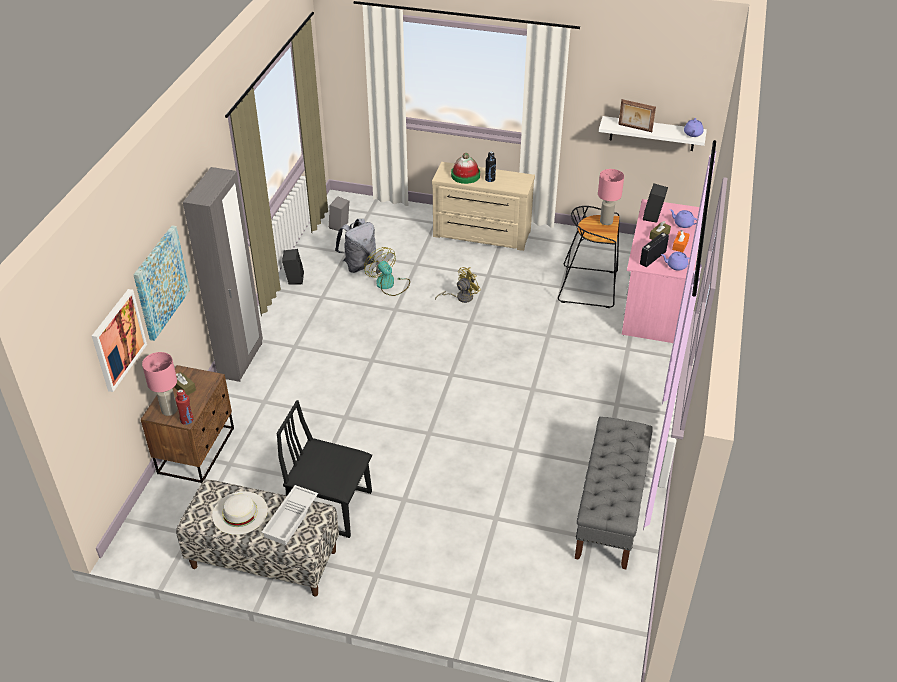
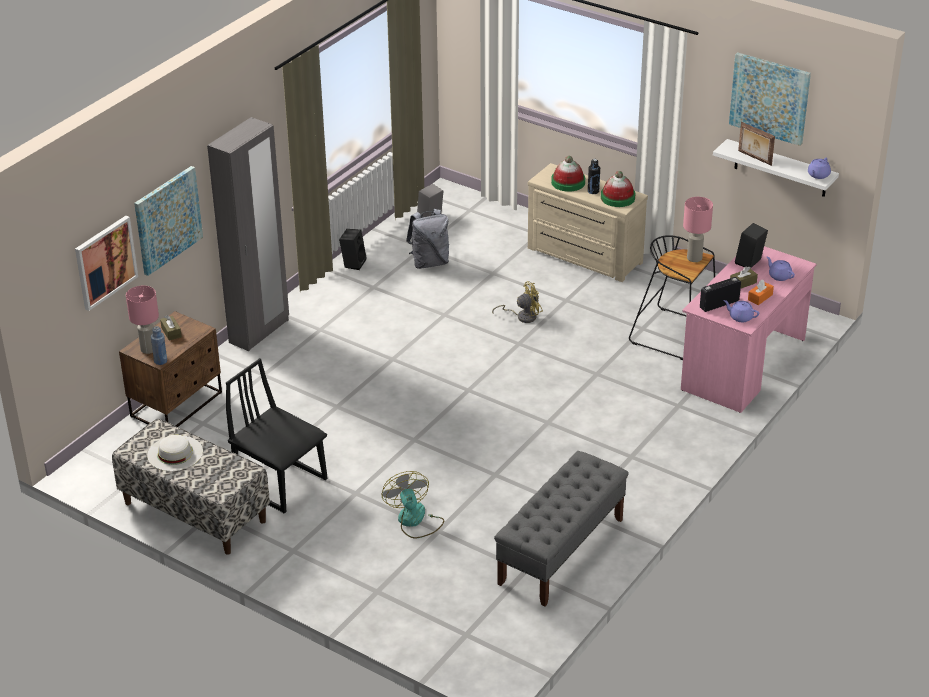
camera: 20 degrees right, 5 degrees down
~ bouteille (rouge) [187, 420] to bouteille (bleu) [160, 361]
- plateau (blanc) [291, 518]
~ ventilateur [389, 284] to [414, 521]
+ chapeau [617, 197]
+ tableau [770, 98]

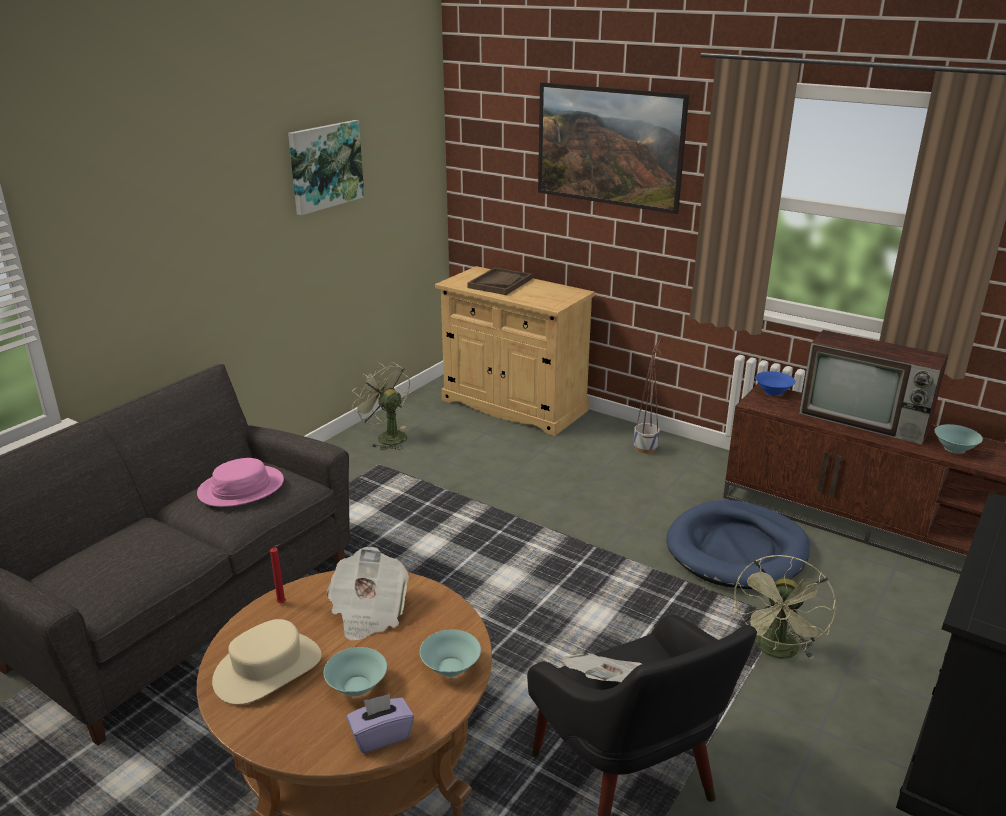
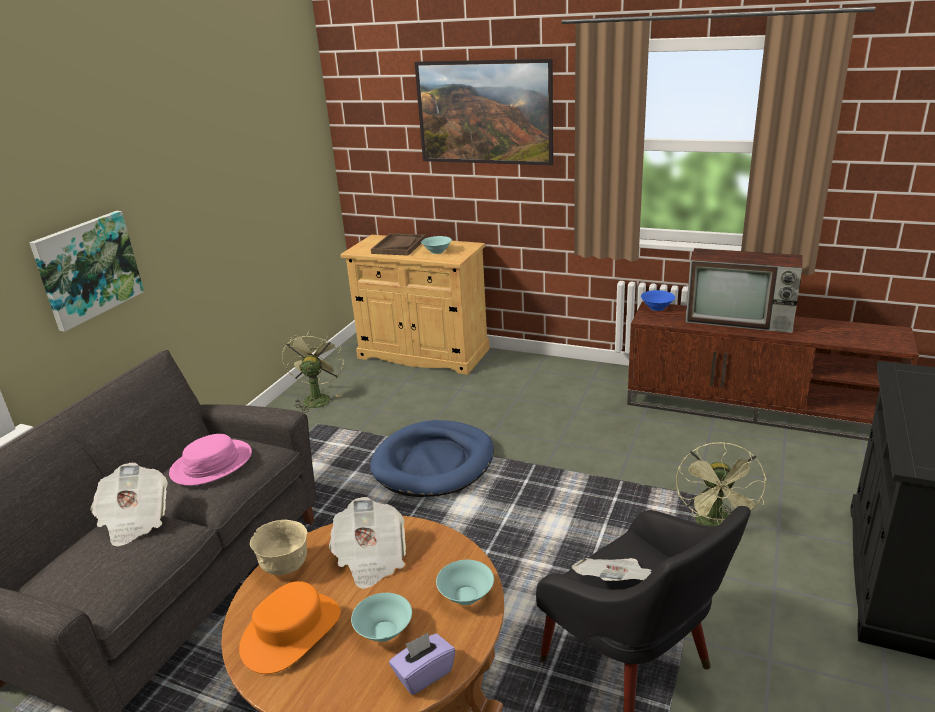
camera: 10 degrees left, 0 degrees up
~ chapeau (beige) [268, 669] to chapeau (orange) [291, 632]
~ bougie (rouge) [282, 603] to bol (beige) [285, 566]
~ tableau [325, 166] to [88, 268]
~ ventilateur (vert) [386, 437] = [317, 398] 60 degrees clockwise
- cache-pot [645, 448]
~ panier pour chien (bleu) [737, 550] to [434, 463]
~ bol (turquoise) [954, 449] to [437, 251]
+ journal [134, 520]

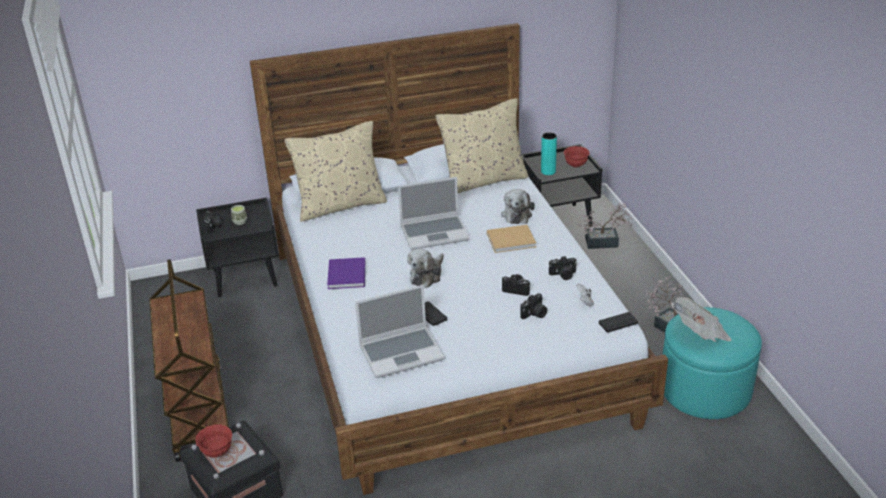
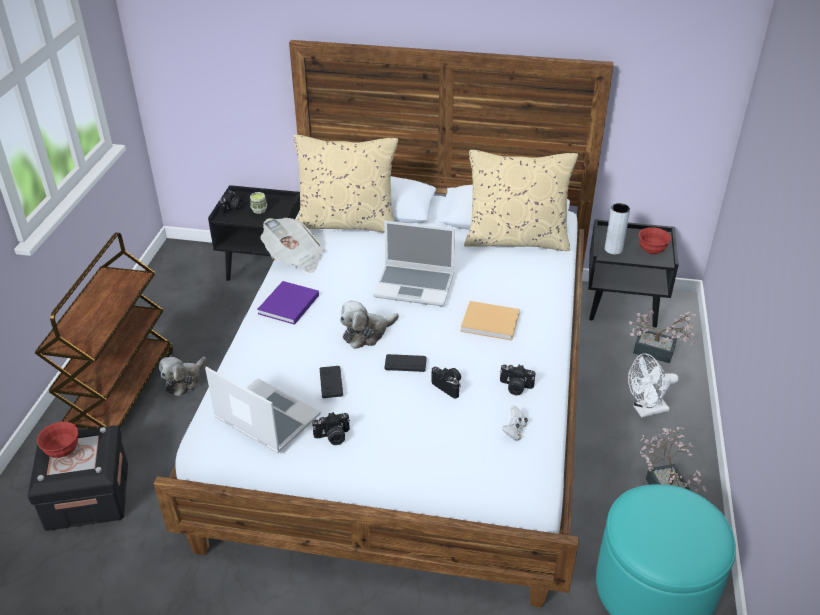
camera: 25 degrees right, 5 degrees up
~ ordinateur portable [402, 352] = [265, 418] 150 degrees counterclockwise
~ peluche [516, 214] to [184, 381]
~ appareil photo [534, 314] to [333, 437]
~ vase (turquoise) [548, 171] to vase (gris) [613, 249]
~ manette (noir) [618, 323] to [405, 364]
~ journal [699, 333] to [294, 258]
+ ventilateur (blanc) [645, 410]

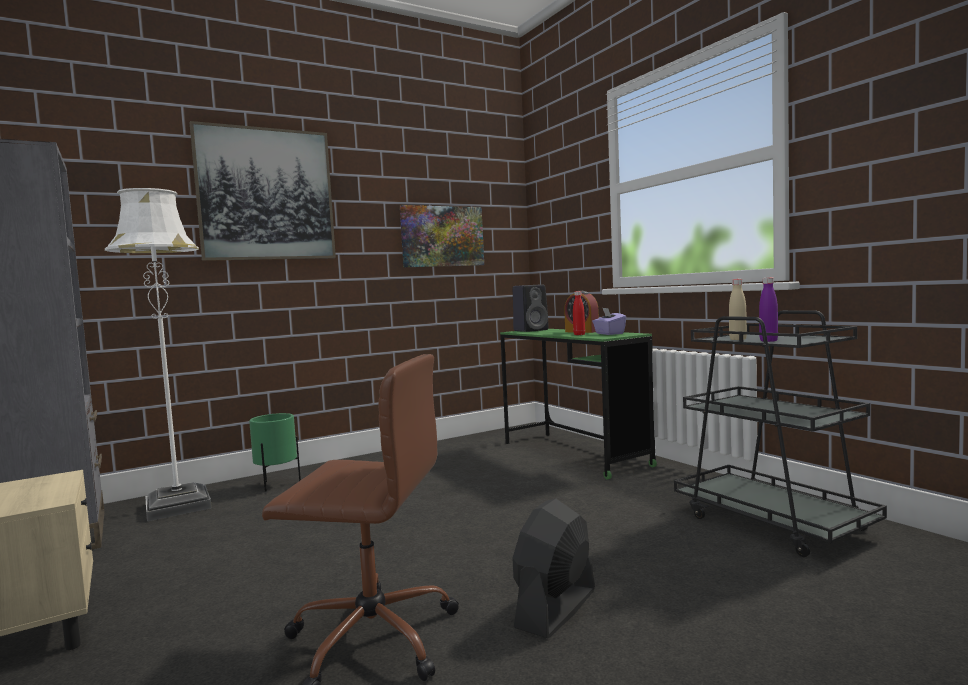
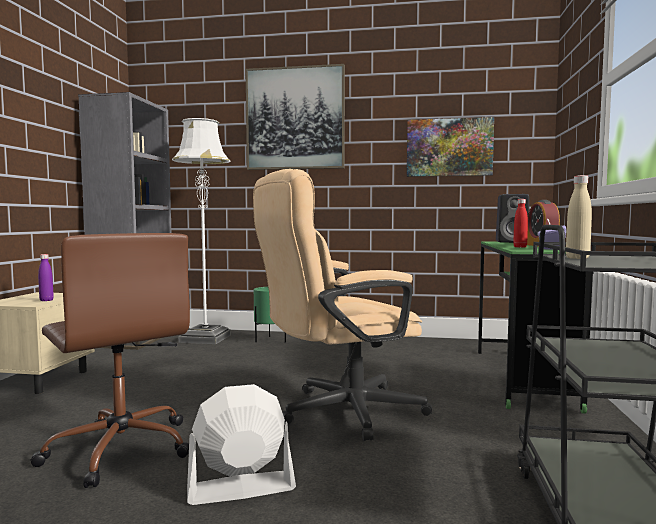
camera: 40 degrees right, 0 degrees up
~ ventilateur (noir) [556, 608] to ventilateur (blanc) [241, 488]
~ bouteille (violet) [768, 341] to [46, 300]
+ chaise de bureau (beige) [339, 412]

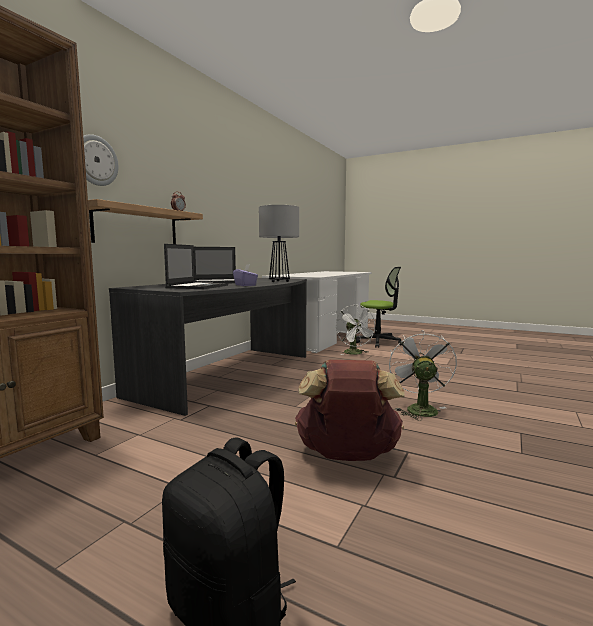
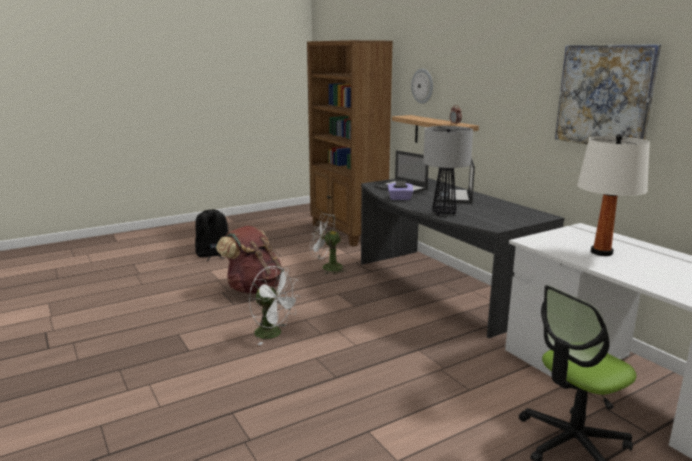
camera: 120 degrees right, 10 degrees up
~ ventilateur (blanc) [355, 353] to [327, 267]
+ tableau [604, 96]
+ lampe de table (blanc) [601, 252]

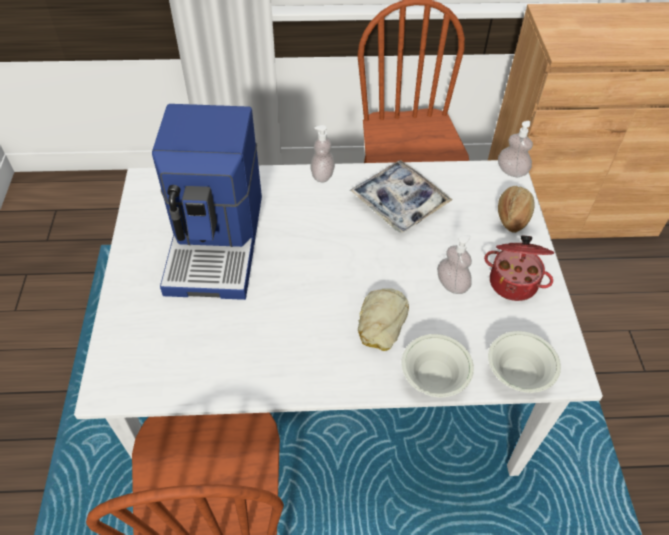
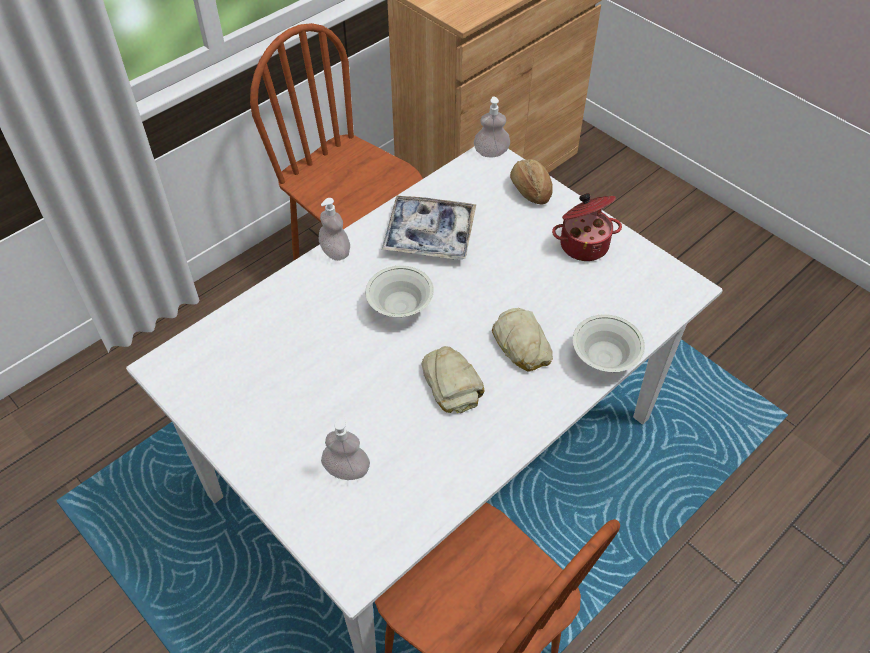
camera: 40 degrees left, 0 degrees up
- machine à café [217, 242]
~ distributeur de savon [452, 284] to [346, 470]
~ bol (blanc) [518, 374] to [400, 307]
+ pain [452, 383]

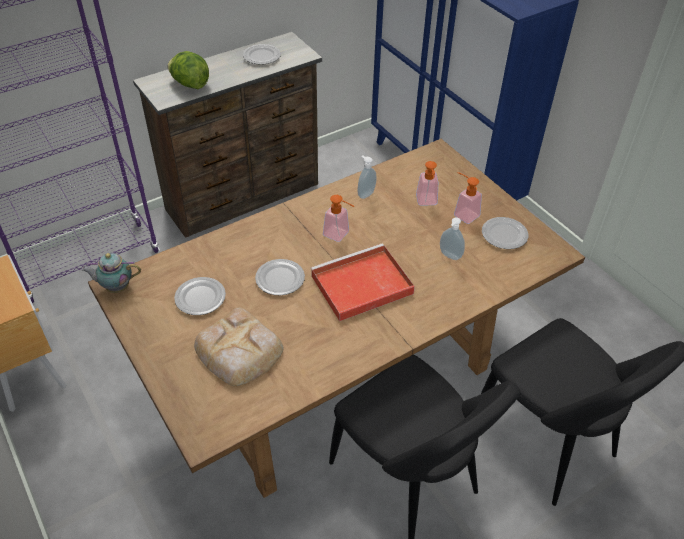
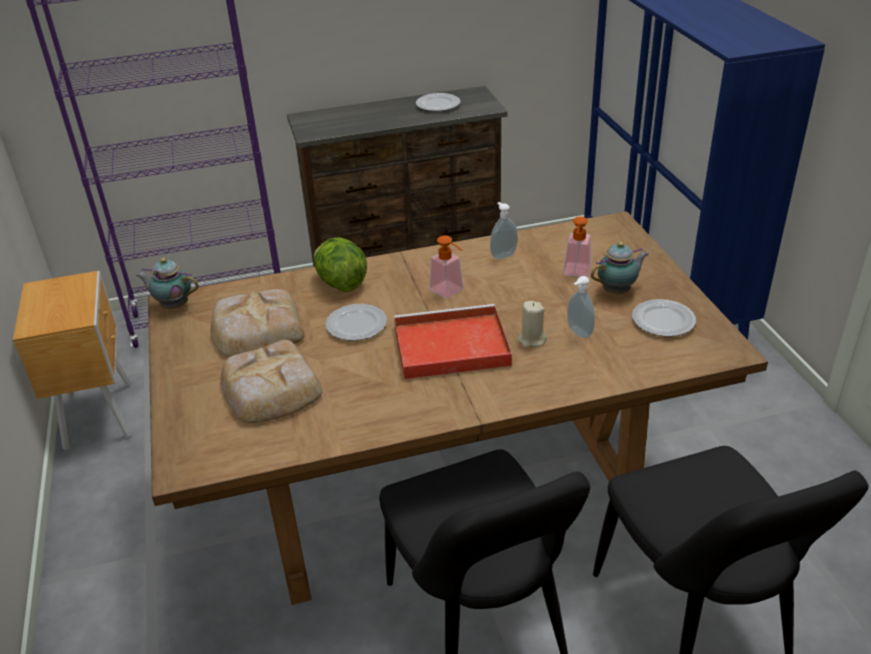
camera: 20 degrees right, 10 degrees down
~ laitue [190, 84] to [341, 283]
~ assiette [200, 298] to pain [256, 329]
~ distributeur de savon [463, 213] to théière [618, 291]
+ bougie (beige) [531, 340]

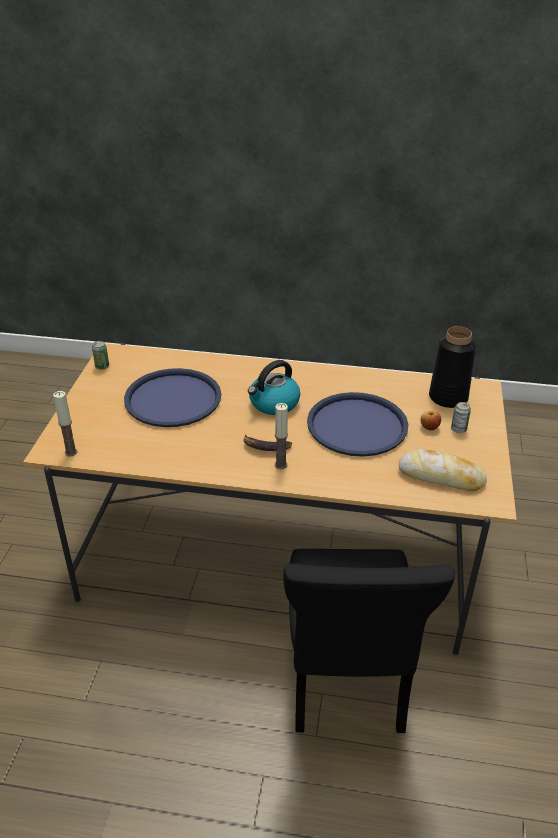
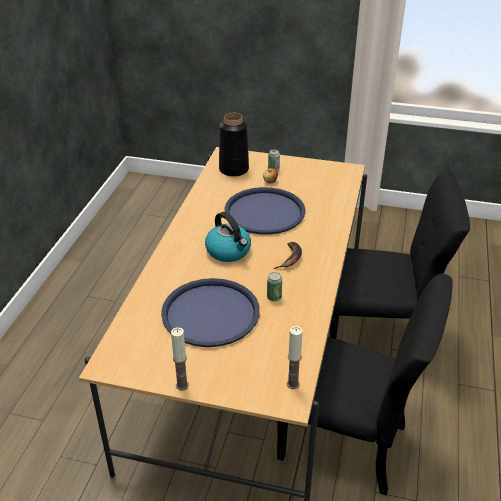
camera: 85 degrees left, 0 degrees up
~ boîte métallique [102, 366] to [274, 297]
~ bougie [281, 465] to [182, 385]
- pain [441, 476]
+ chaise (noir) [348, 444]

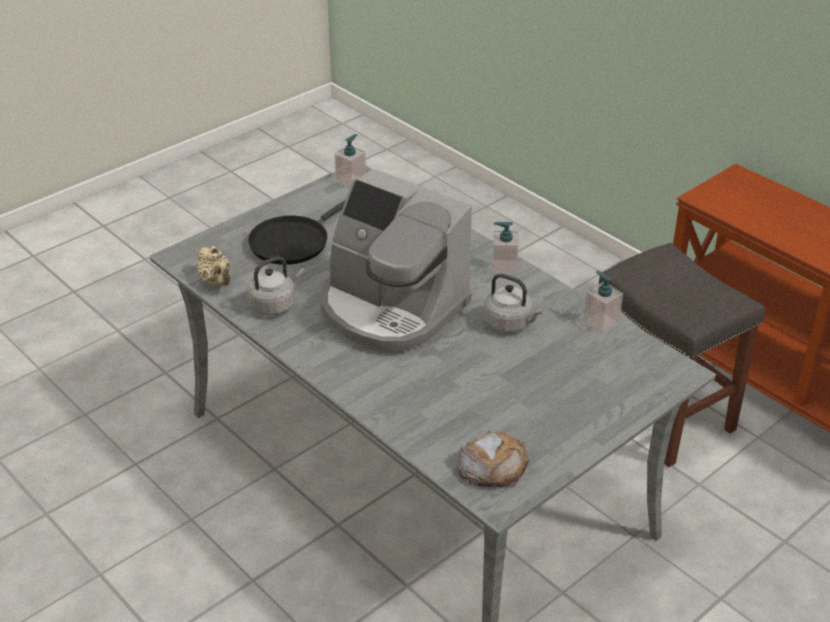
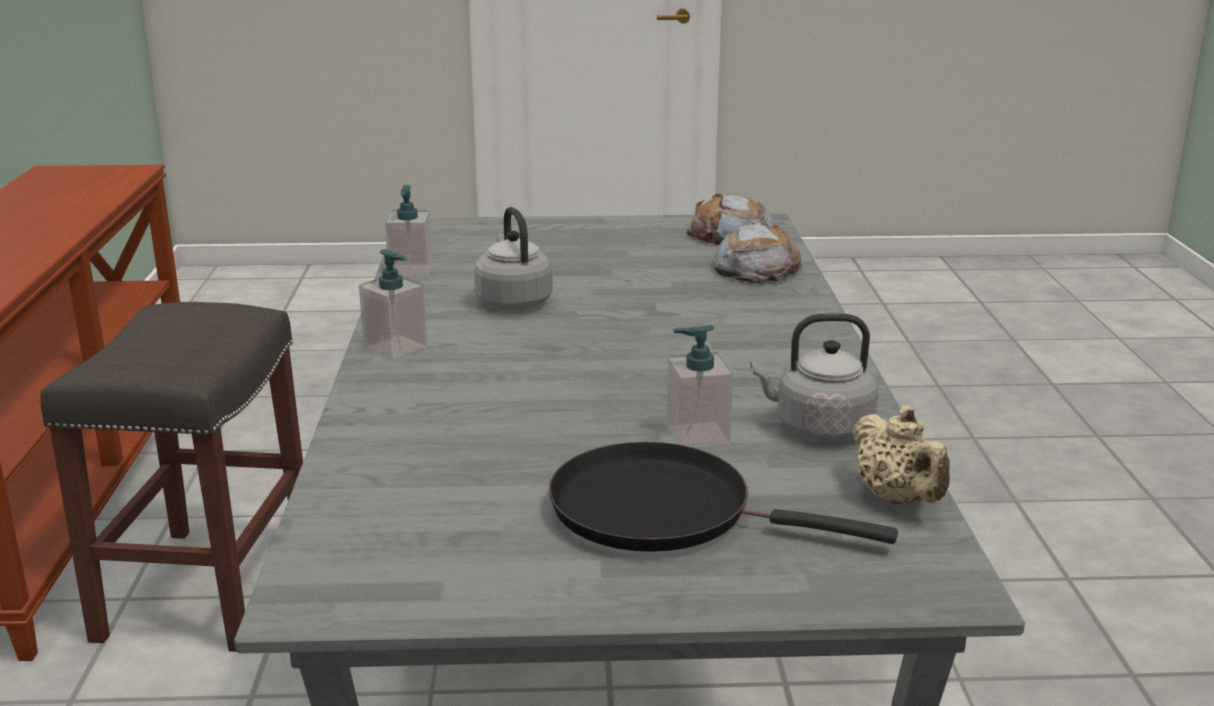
camera: 140 degrees left, 15 degrees down
~ théière (beige) [217, 282] = [897, 499] 150 degrees clockwise
~ poêle (noir) [292, 242] = [664, 510] 150 degrees counterclockwise
- machine à café [390, 309]
~ distributeur de savon [351, 180] to [697, 435]
+ pain [756, 268]

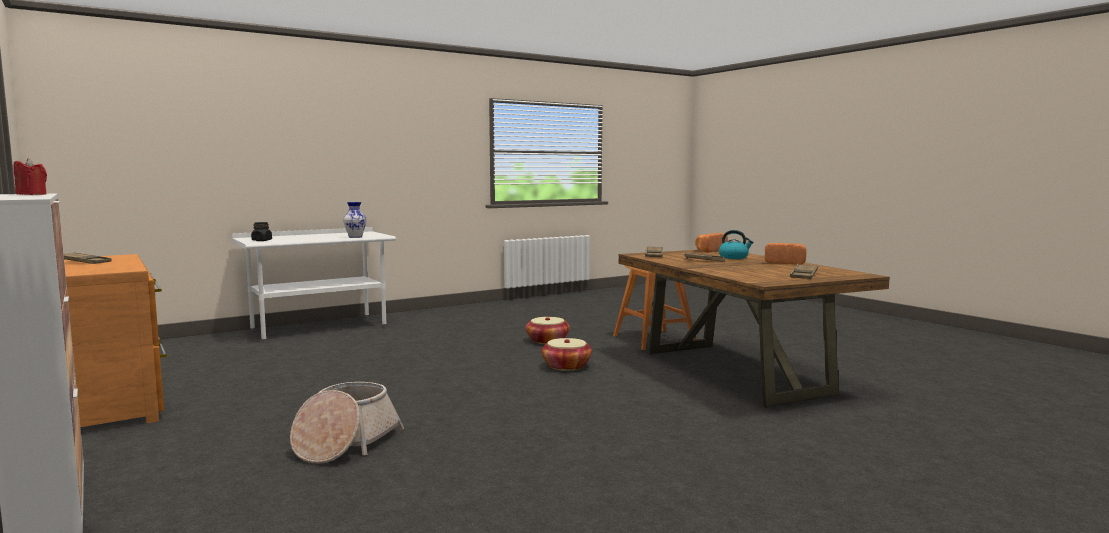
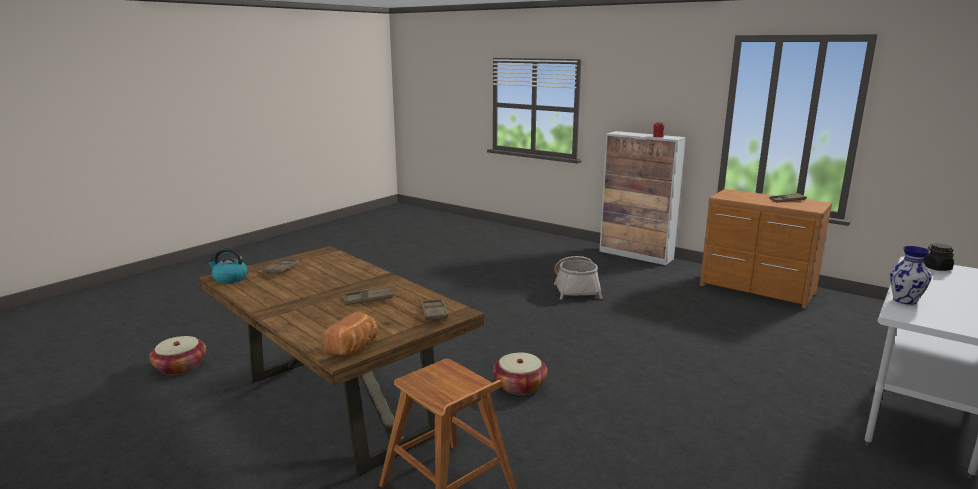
camera: 160 degrees right, 10 degrees up
~ panier [547, 341] to [180, 367]
~ bouilloire [734, 257] to [230, 278]
- pain [785, 263]

